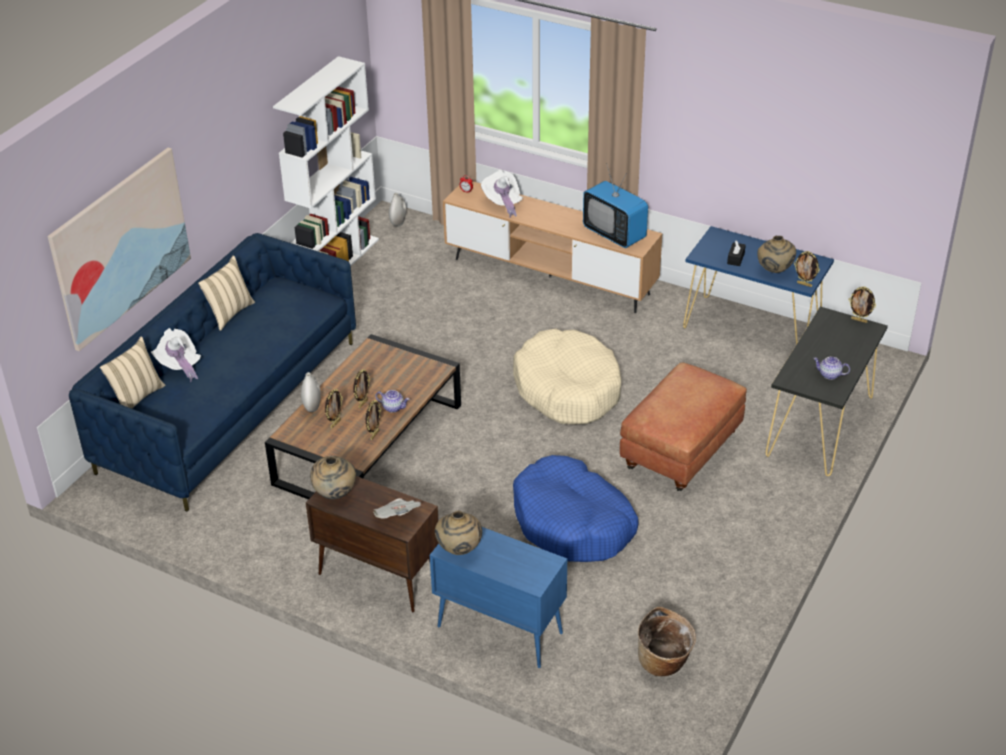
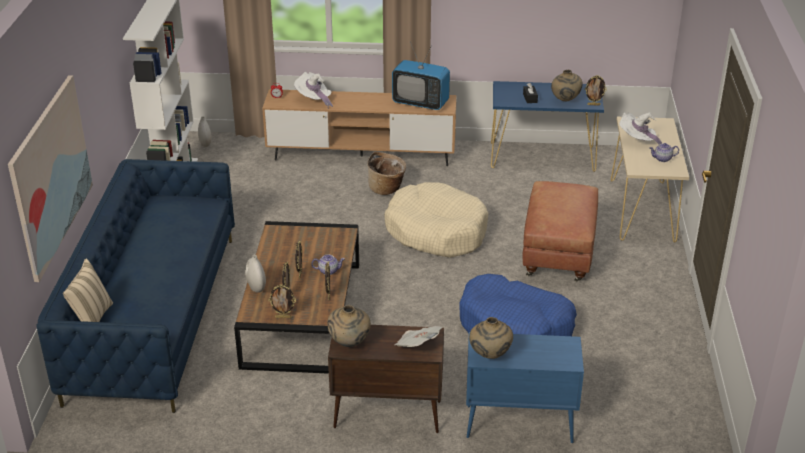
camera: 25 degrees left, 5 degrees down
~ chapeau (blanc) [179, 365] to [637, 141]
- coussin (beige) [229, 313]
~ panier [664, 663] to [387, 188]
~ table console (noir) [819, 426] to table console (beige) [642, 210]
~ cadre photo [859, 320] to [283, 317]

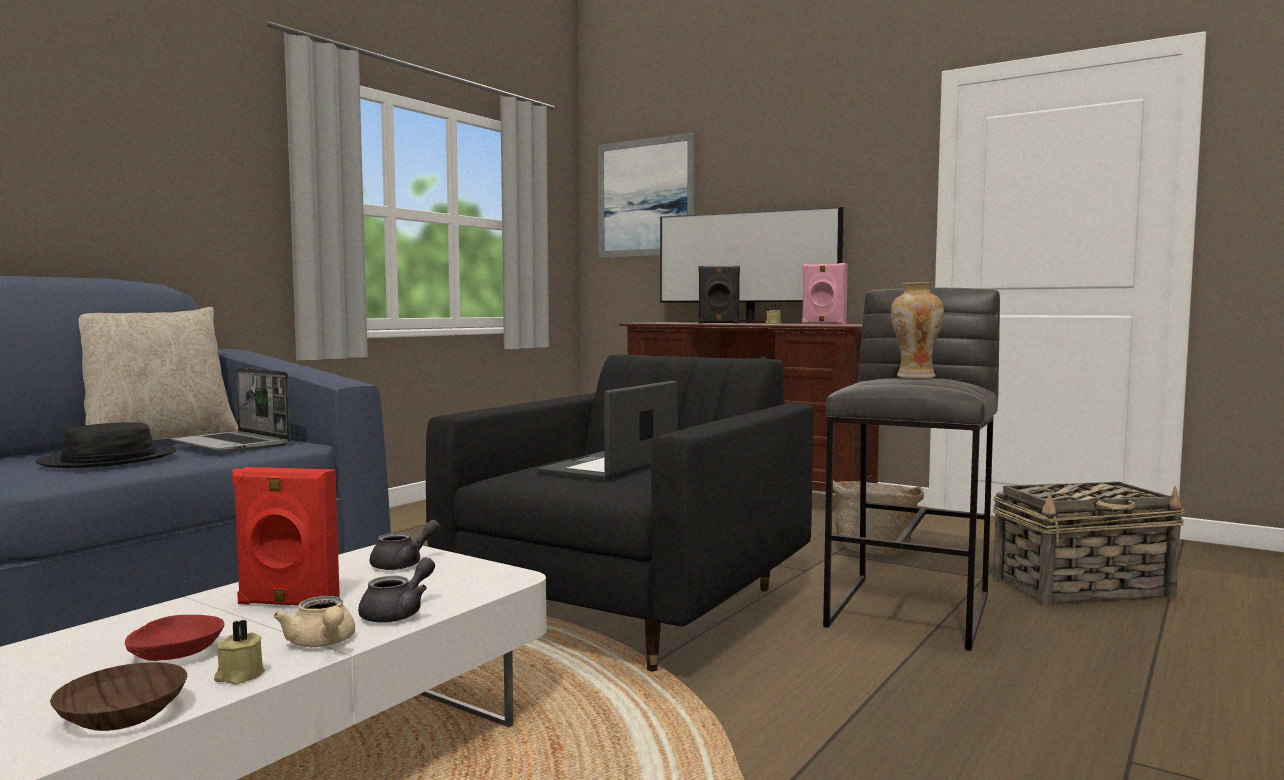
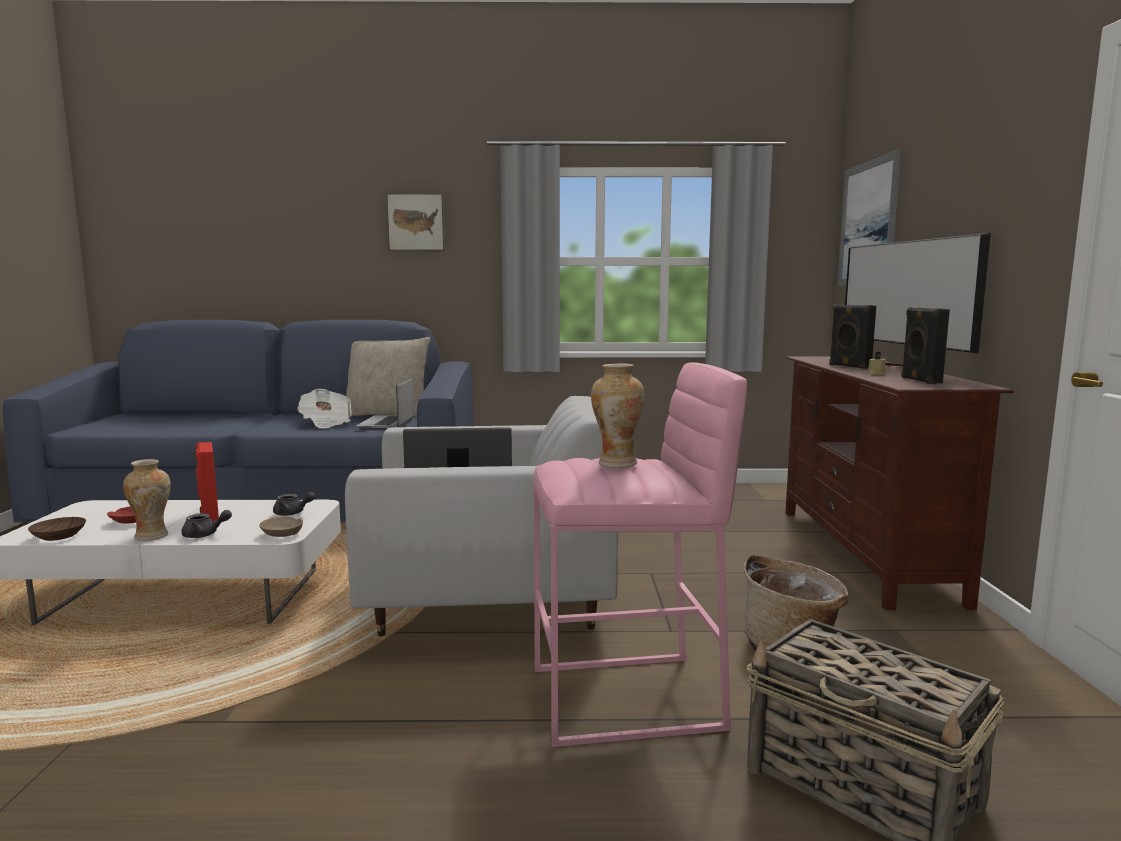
camera: 55 degrees right, 5 degrees up
~ chapeau (noir) [109, 459] to journal [326, 423]
- bougie (beige) [239, 676]
~ théière (beige) [322, 644] to vase [152, 536]
~ fauteuil (noir) [633, 609] to fauteuil (blanc) [489, 599]
~ enceinte (rose) [823, 324] to enceinte (noir) [919, 380]
~ tabouret (gris) [912, 610] to tabouret (rose) [627, 699]
+ bol (beige) [283, 534]
+ tableau [416, 222]

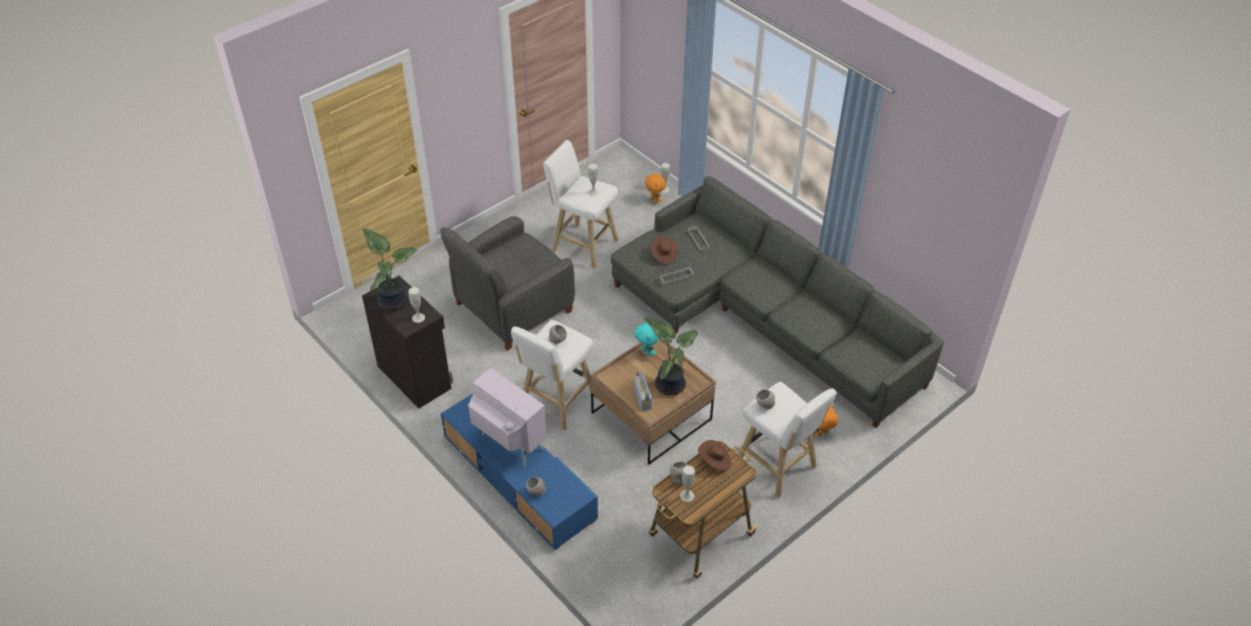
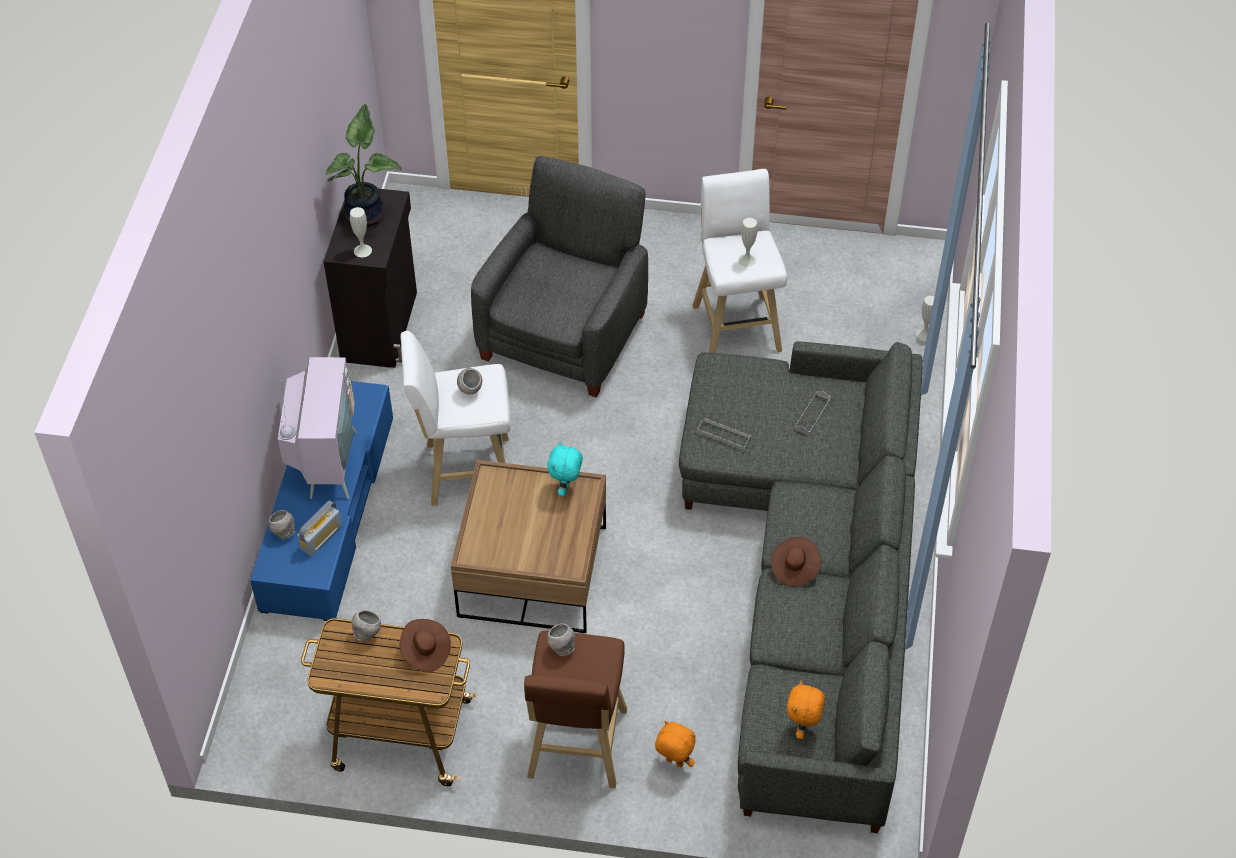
camera: 50 degrees right, 5 degrees up
~ fauteuil (gris) [512, 308] = [565, 334] 105 degrees clockwise
~ radio [642, 398] to [321, 537]
- plante en pot [670, 384]
~ peluche (orange) [655, 200] to [803, 727]
~ chapeau (marron) [664, 255] to [794, 568]
- vase (blanc) [687, 495]
~ tabouret (blanc) [778, 467] to tabouret (marron) [576, 748]

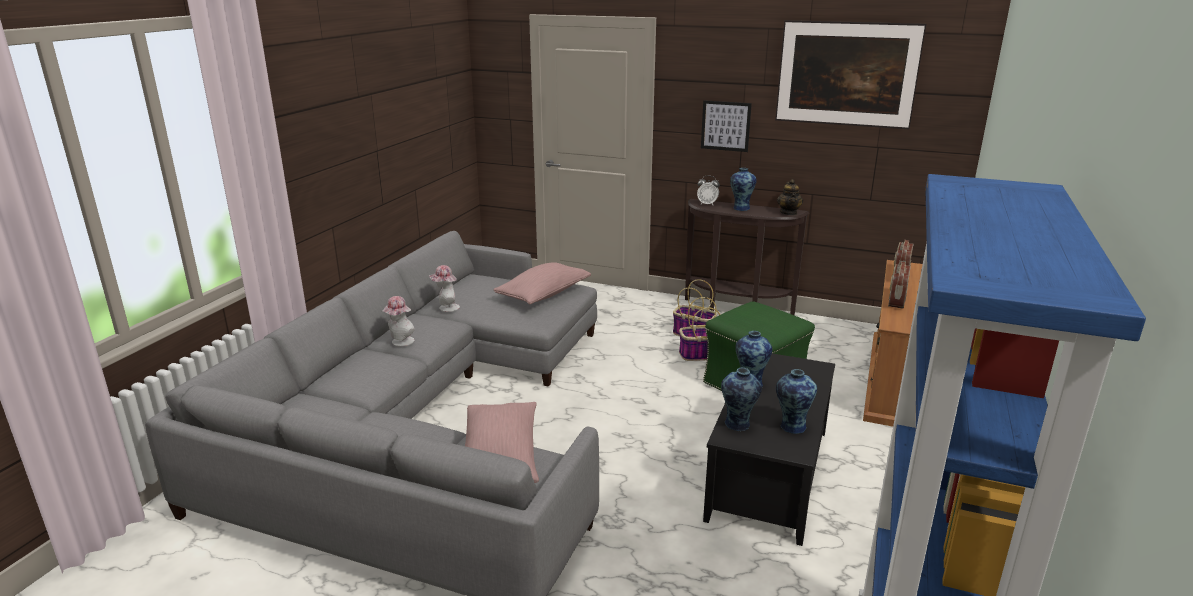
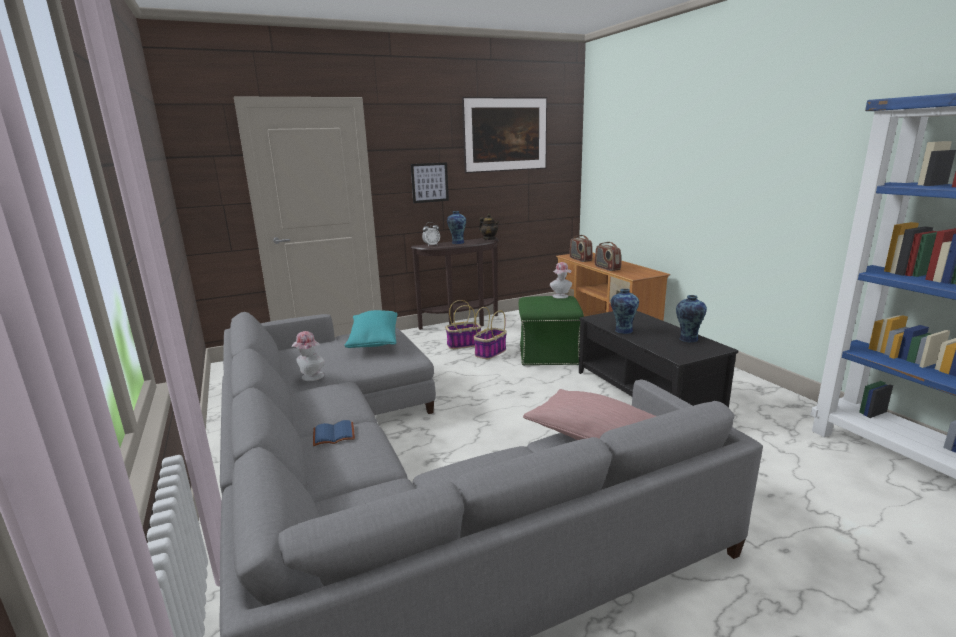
camera: 45 degrees left, 5 degrees down
~ chapeau [400, 342] to [561, 297]
~ coussin (rose) [543, 295] to coussin (turquoise) [374, 341]
- vase [738, 425]
+ livre (bleu) [333, 435]

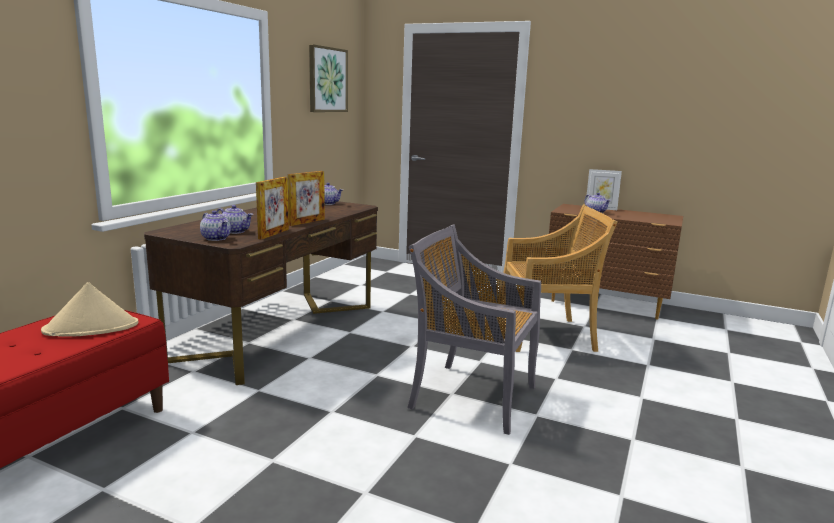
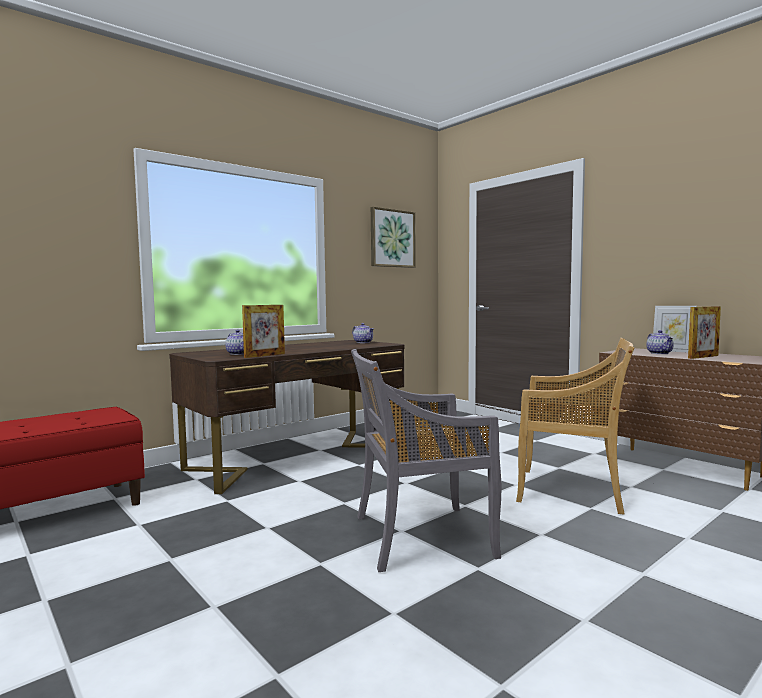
camera: 25 degrees right, 10 degrees down
- chapeau (beige) [92, 328]
- théière [216, 238]
~ cadre photo [307, 222] to [703, 357]
~ chaise (gris) [471, 396] = [419, 537] 60 degrees counterclockwise

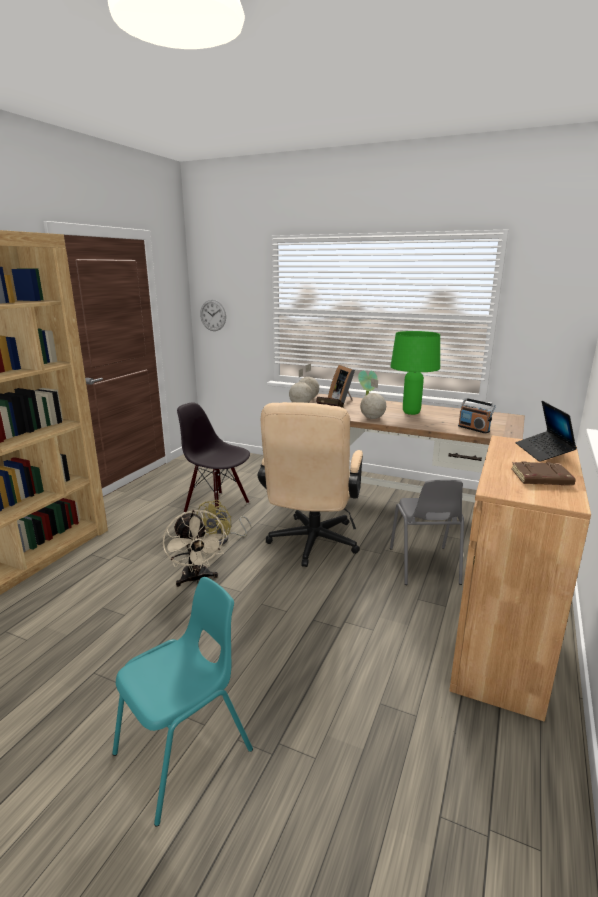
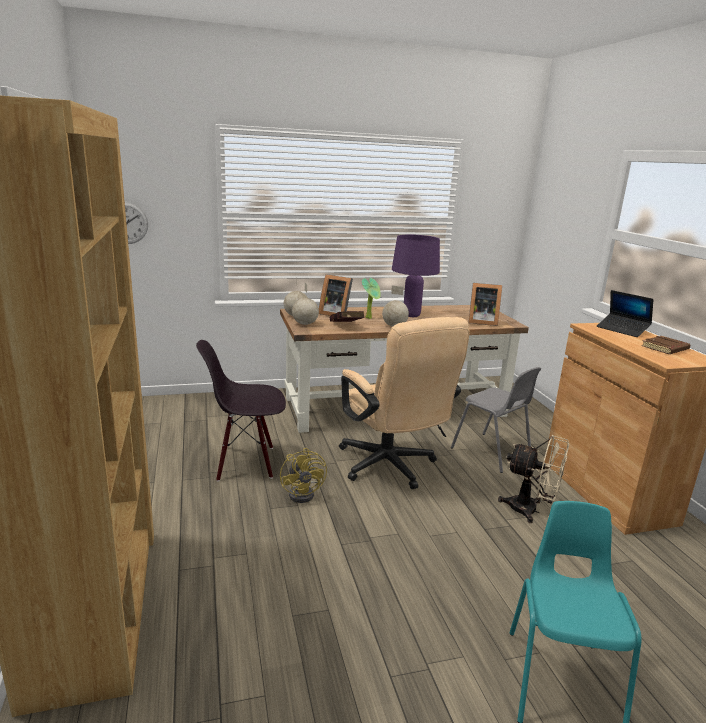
camera: 40 degrees left, 0 degrees up
~ ventilateur (beige) [196, 579] to [530, 510]
~ lampe de table (vert) [410, 413] to lampe de table (violet) [411, 315]
~ radio [473, 429] to cadre photo [481, 322]

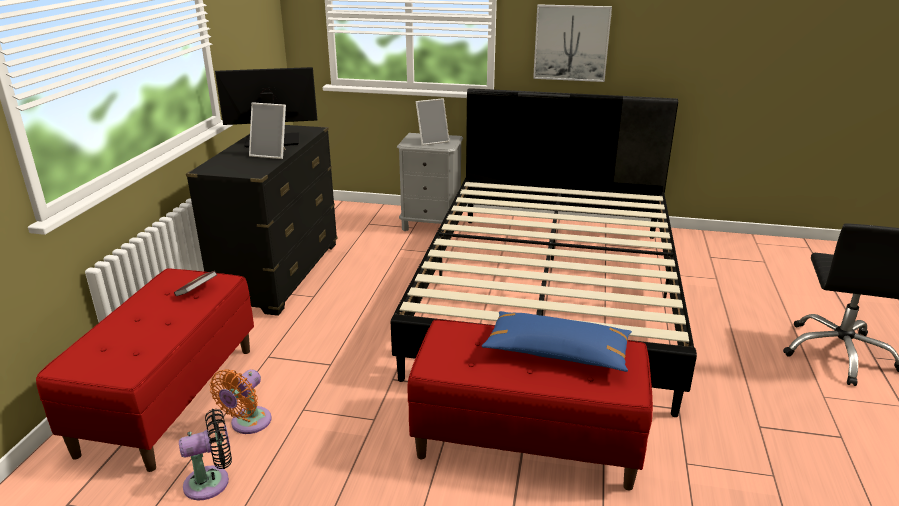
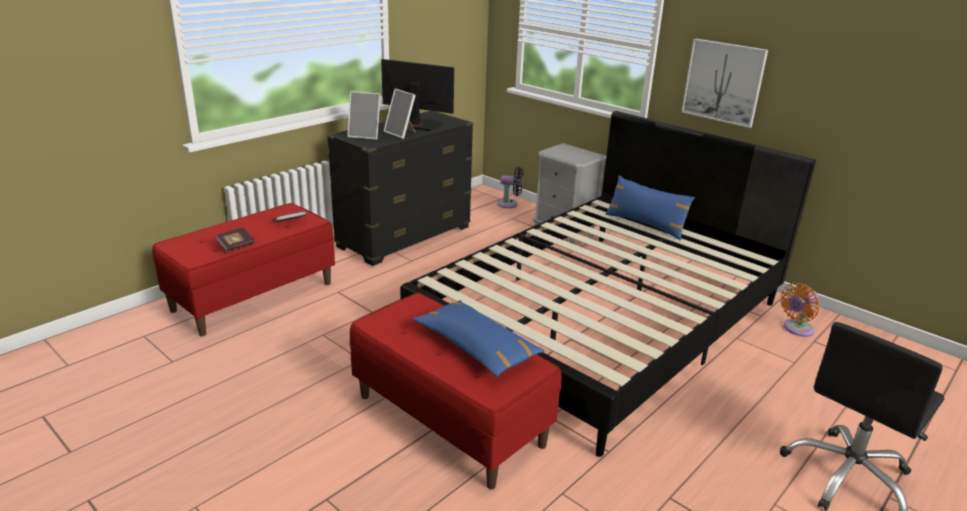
camera: 30 degrees right, 0 degrees up
~ ventilateur (noir) [212, 482] to [510, 204]
~ ventilateur (orange) [248, 423] to [796, 329]
~ cadre photo [432, 141] to [365, 135]
+ livre [236, 246]
+ coussin (bleu) [645, 225]

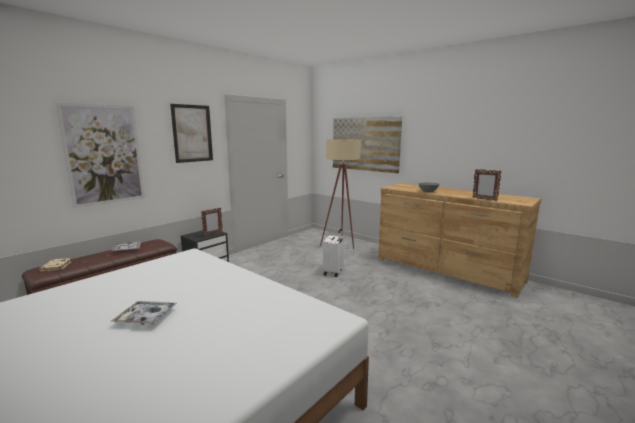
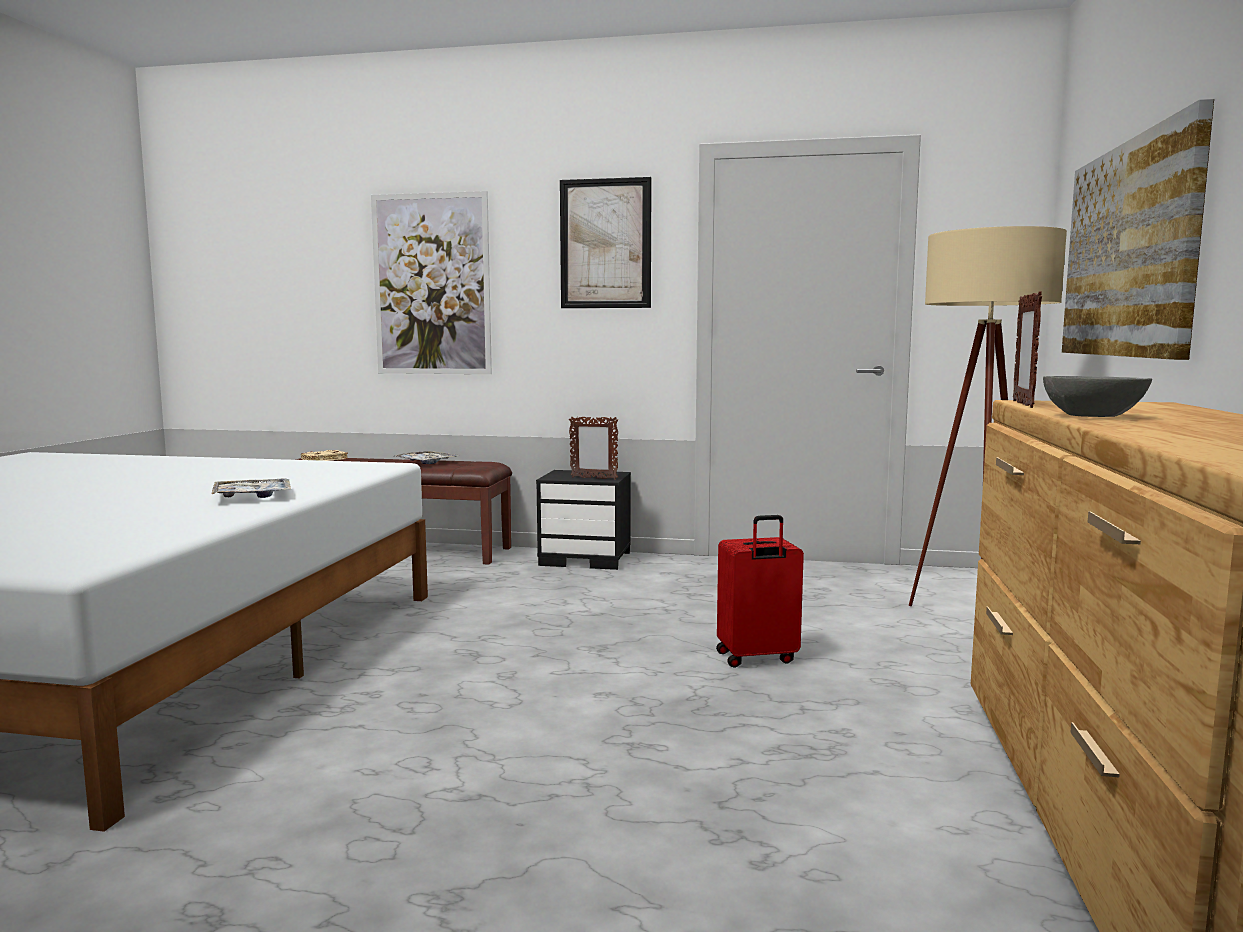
camera: 60 degrees right, 5 degrees down
~ plateau [146, 317] to [252, 496]
~ valise (blanc) [333, 272] to valise (rouge) [757, 658]
~ cadre photo [484, 199] to [1023, 404]

